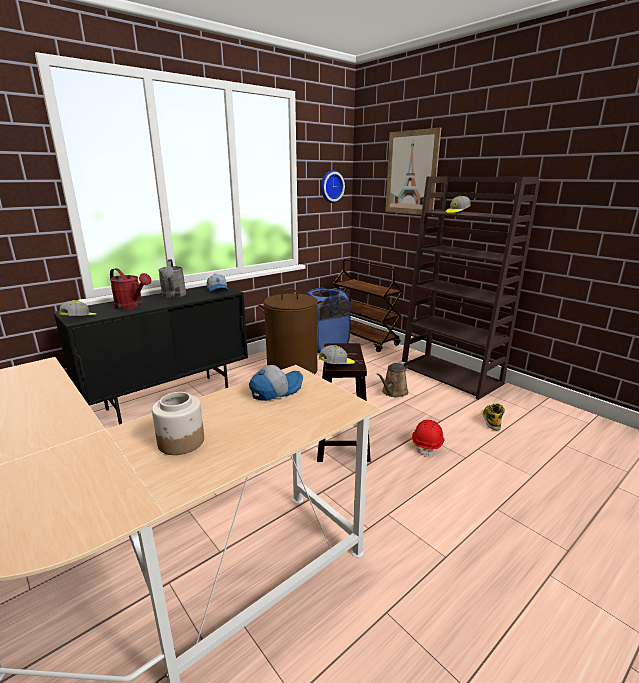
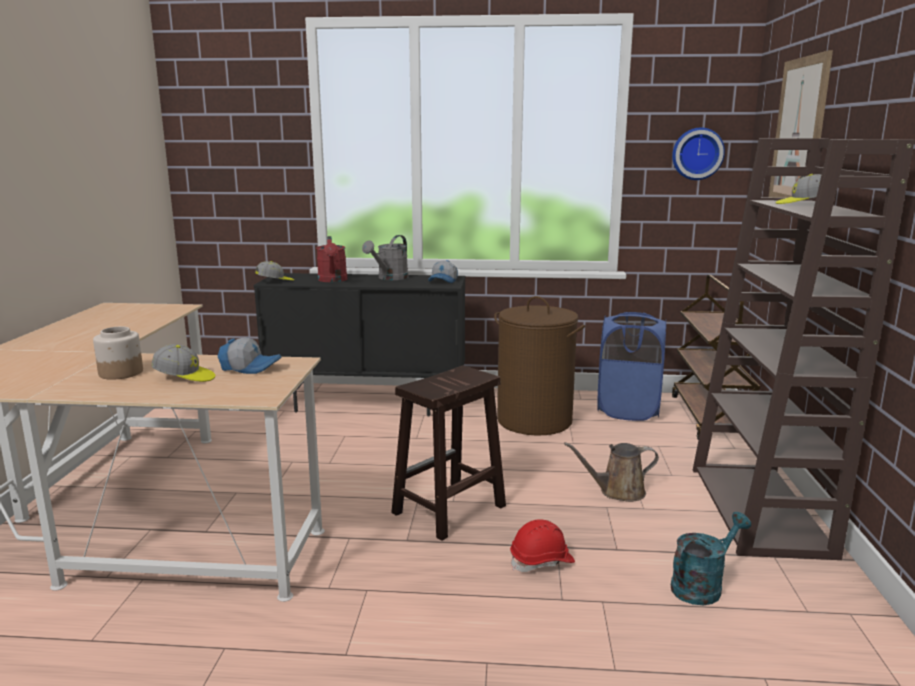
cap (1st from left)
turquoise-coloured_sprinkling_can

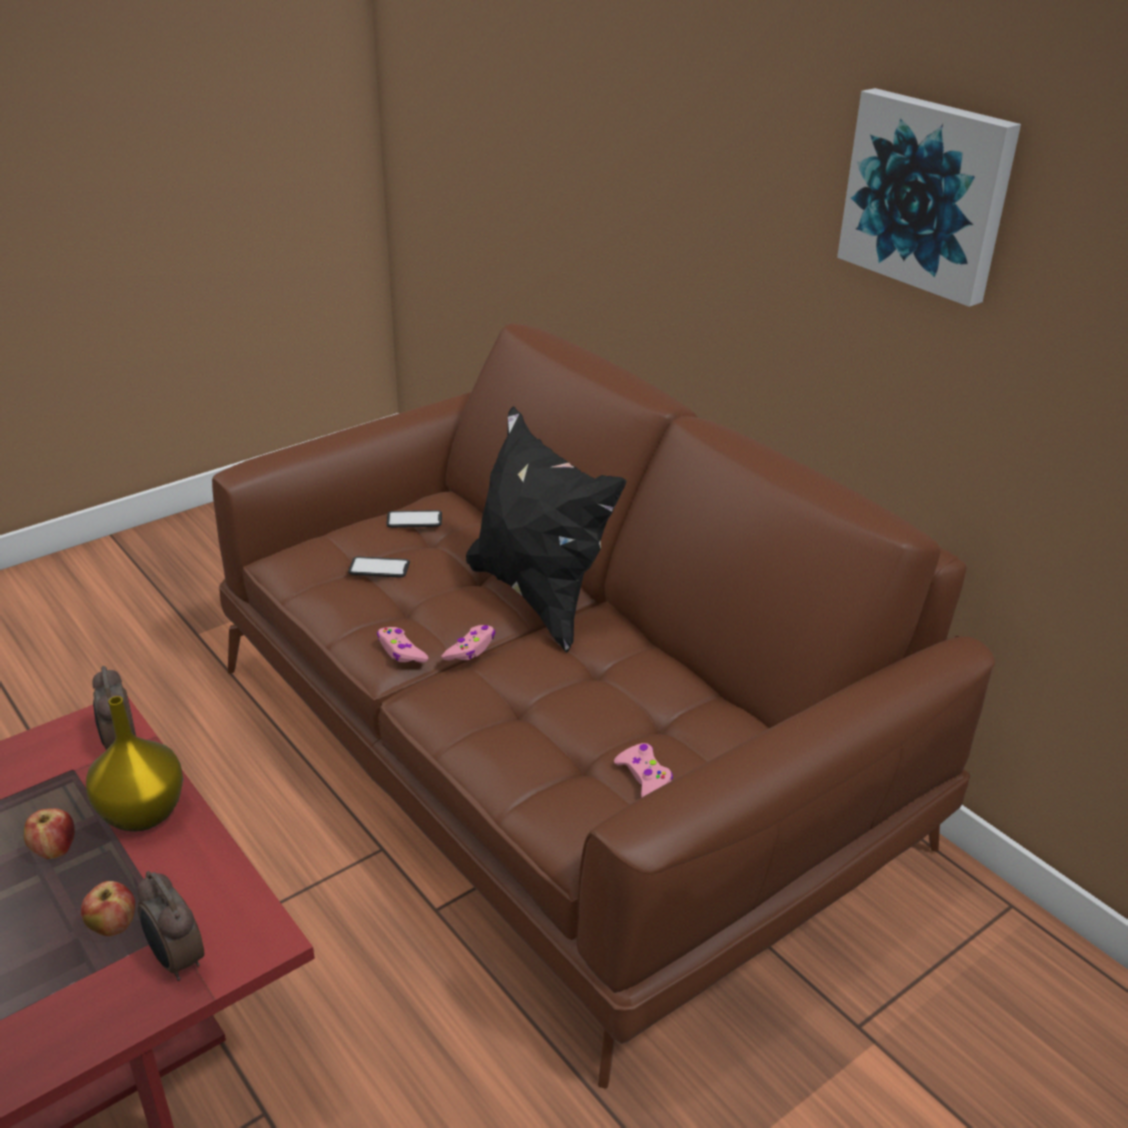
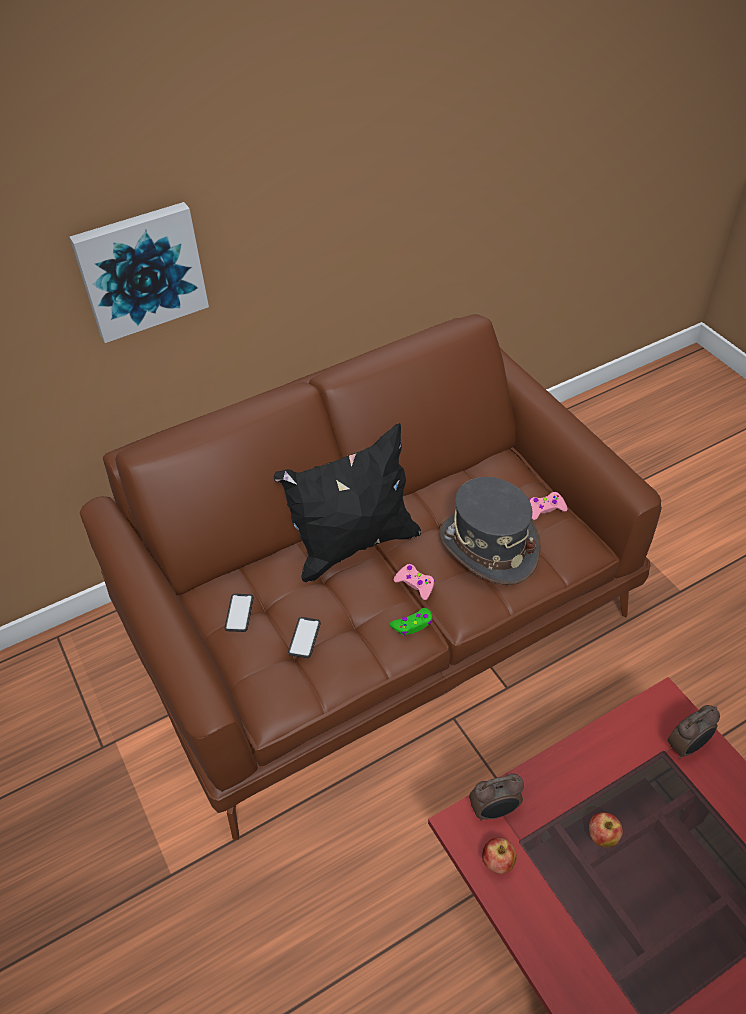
yellowish_flower_vase
greyish_clothing_hat
apple_fruit (1st from left)
wall_art
green_game_controller

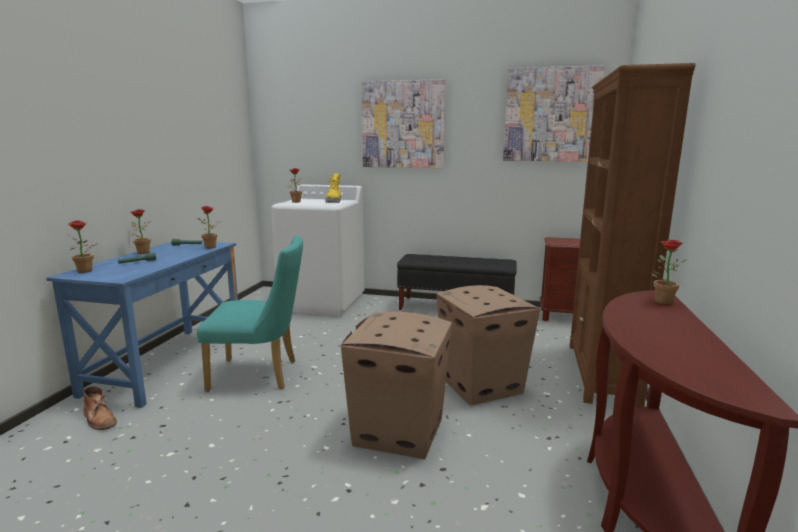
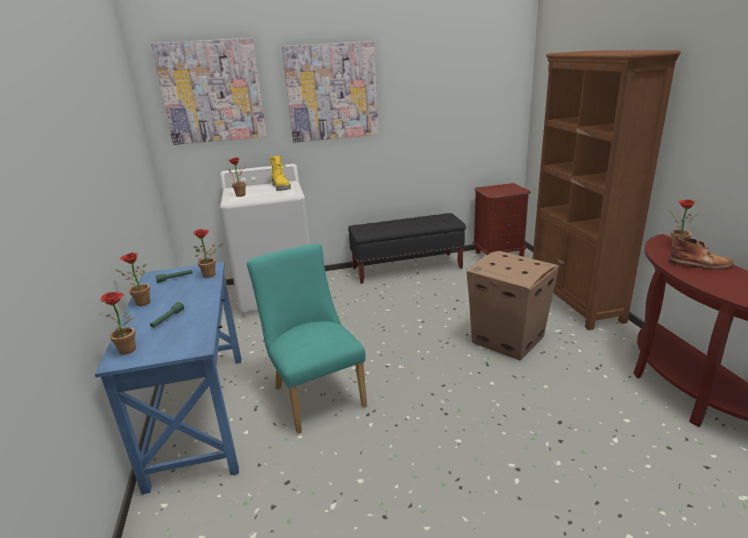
cardboard_box (1st from left in the first image)
brownish_high-top_boot
wall_art (1st from left)
turquoise-coloured_chair

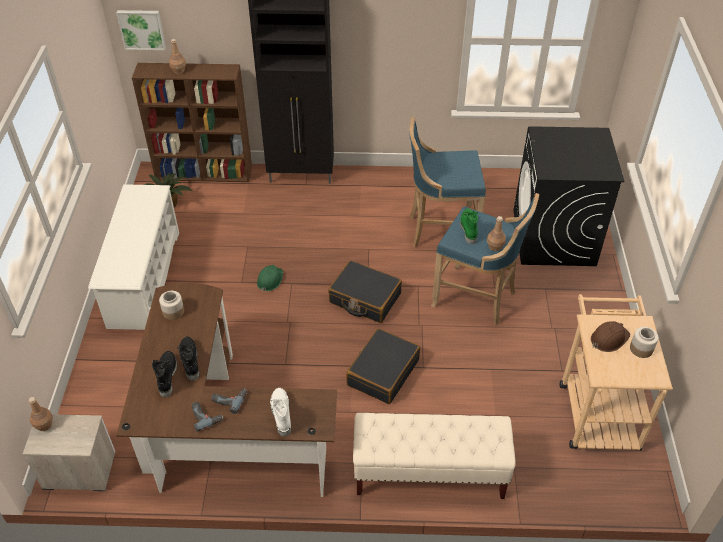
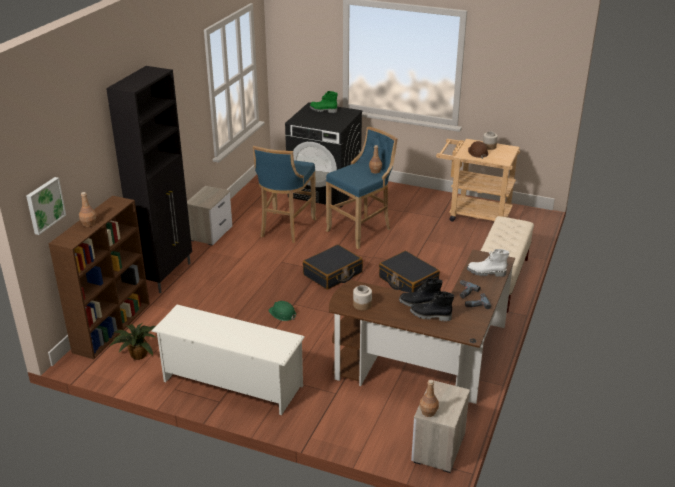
bedside_table (1st from left)
green_high-top_boot

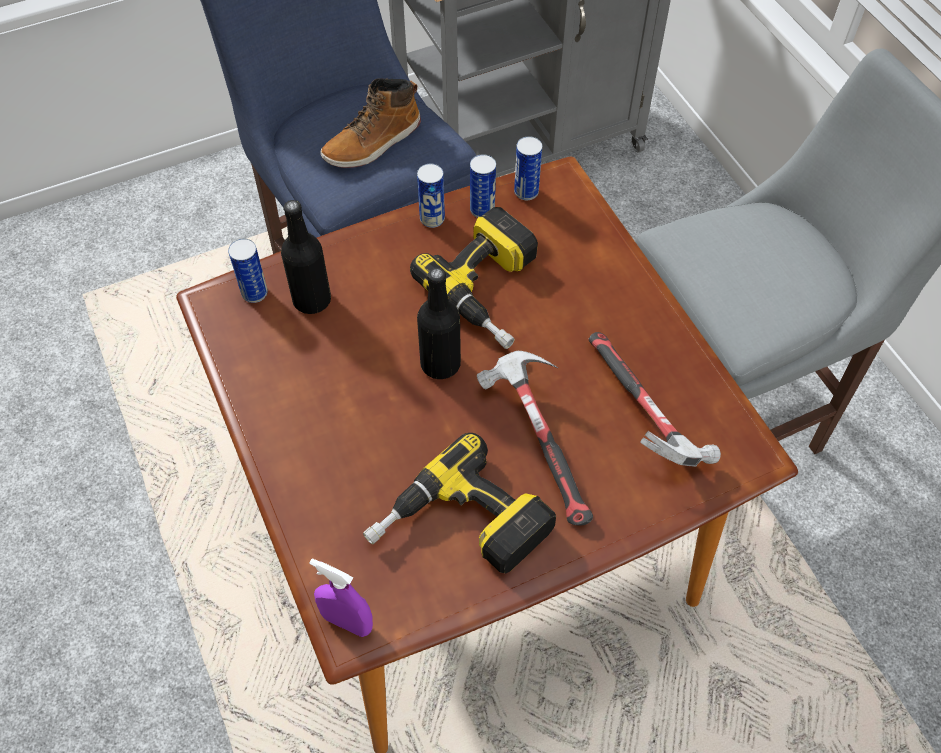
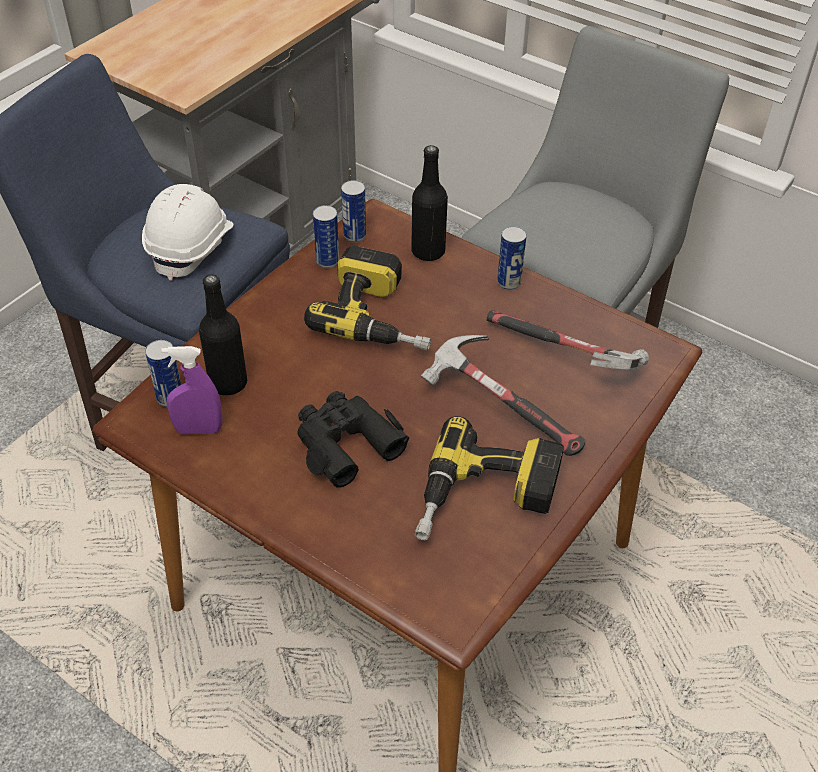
black-coloured_field_glasses
purple_hand_sprayer
can (4th from left)
black-coloured_beverage_bottle (2nd from left)
whitish_hard_hat

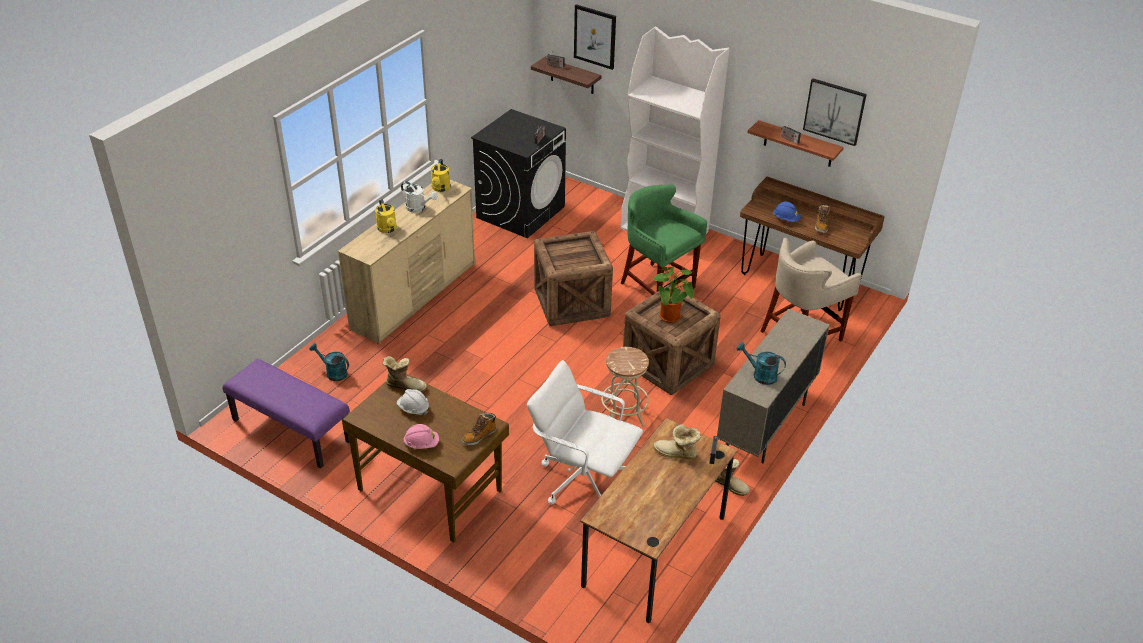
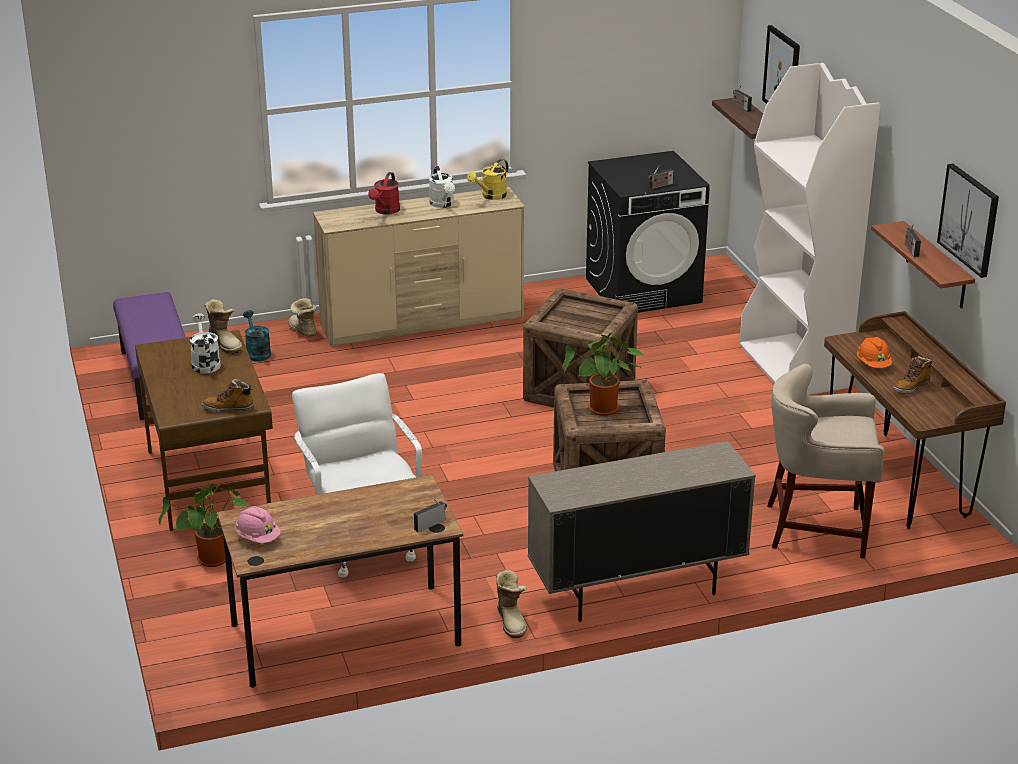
beige-coloured_sitting_stool (1st from left in the first image)
green_sitting_stool
turquoise-coloured_sprinkling_can (2nd from left in the first image)
plant_in_a_pot (1st from left)
pinkish_hard_hat
high-top_boot (3rd from left)
whitish_sprinkling_can (1st from left)
reddish_sprinkling_can
orange-coloured_hard_hat

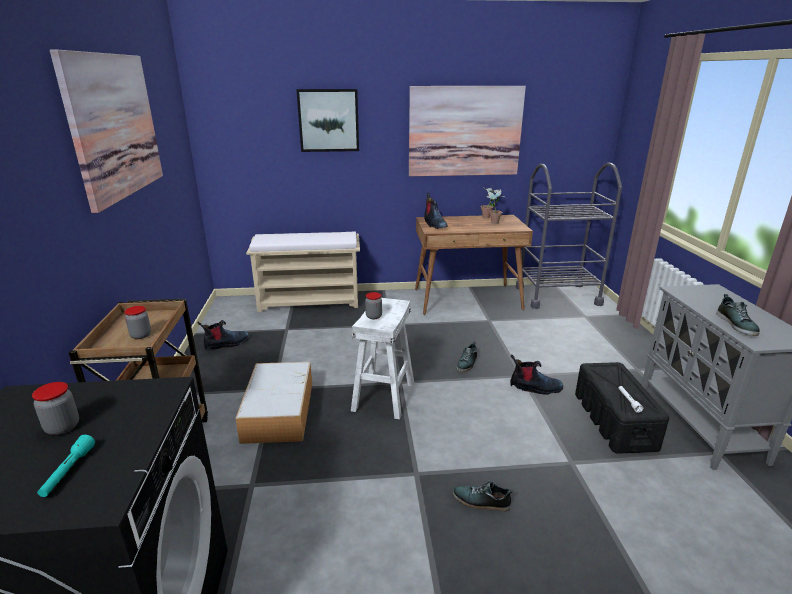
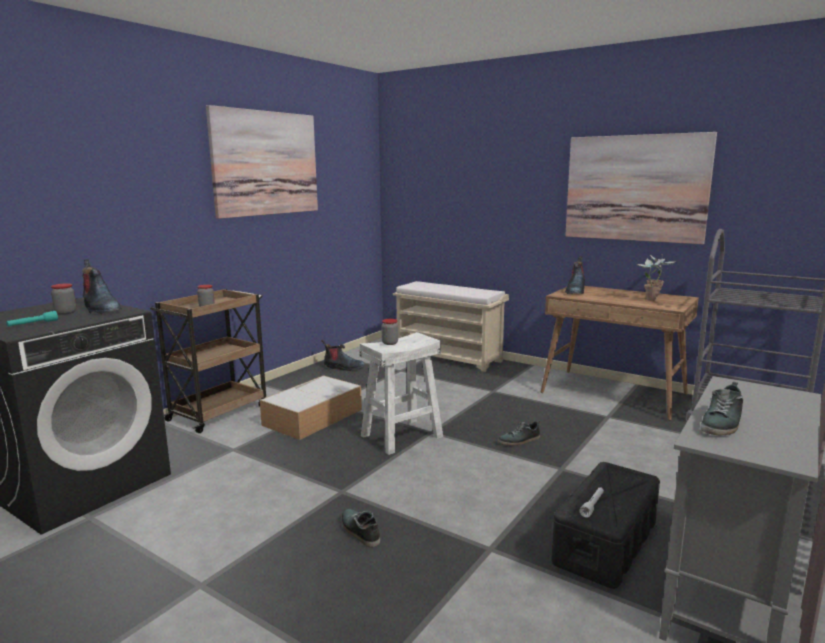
wall_art (2nd from left in the first image)
high-top_boot (1st from left)

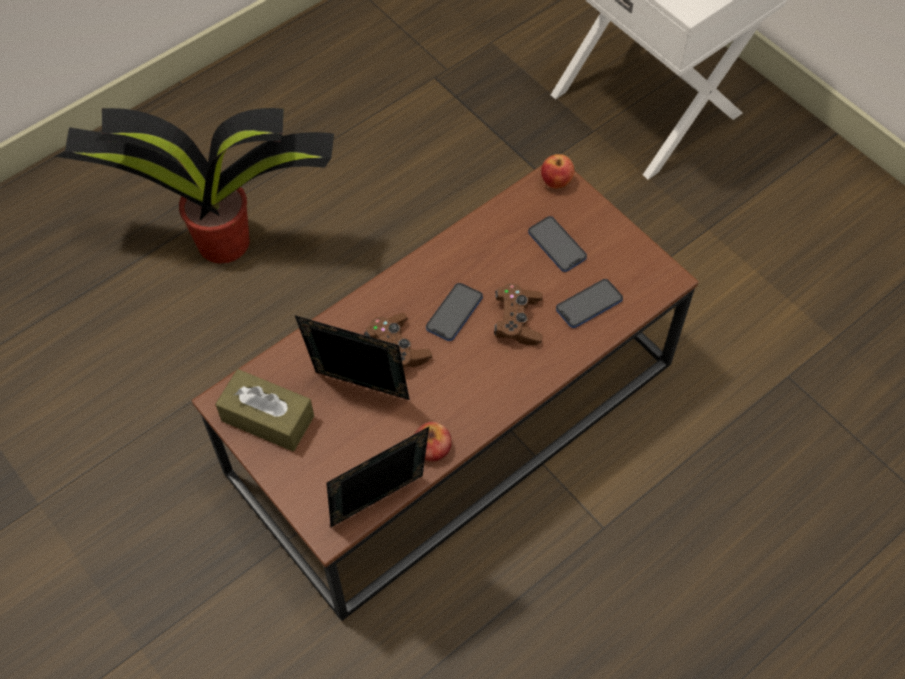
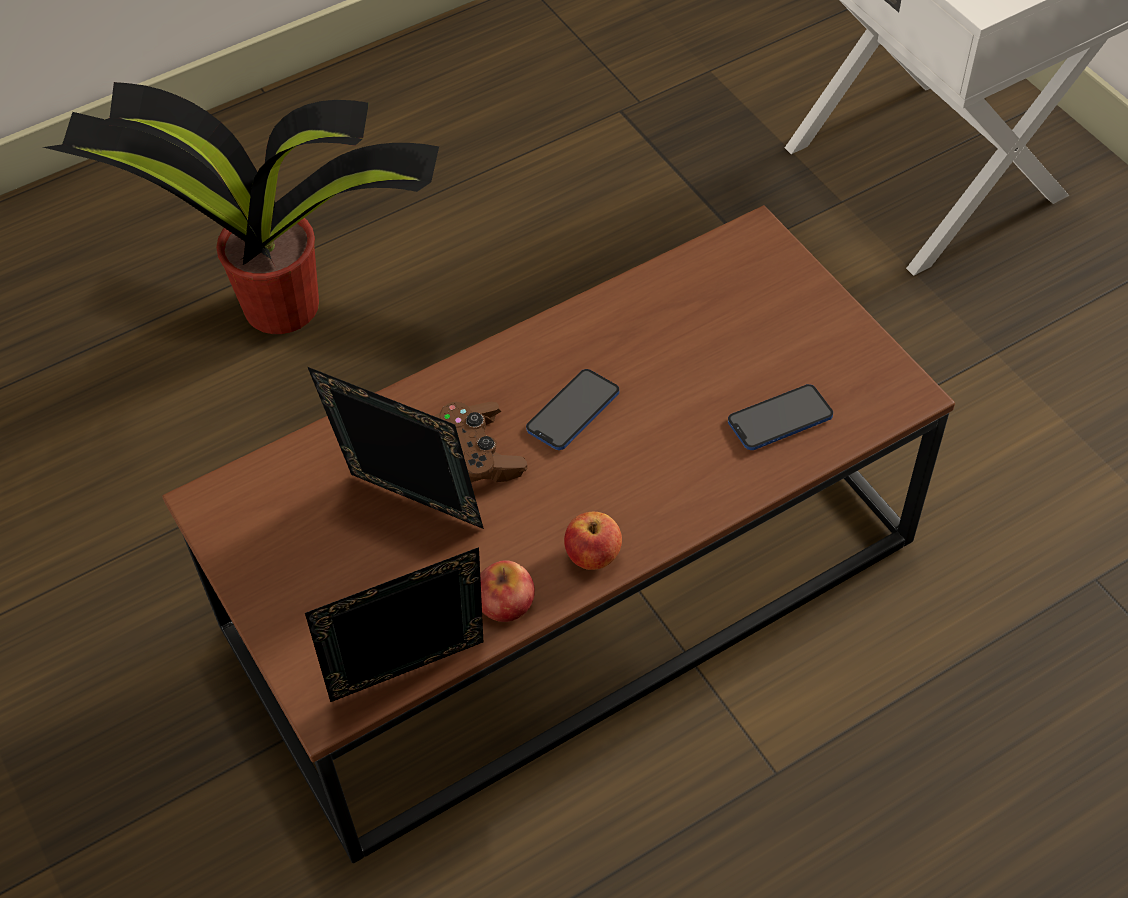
brownish_box_of_tissues
brownish_game_controller (2nd from left in the first image)
telephone (2nd from left in the first image)
apple_fruit (2nd from left)

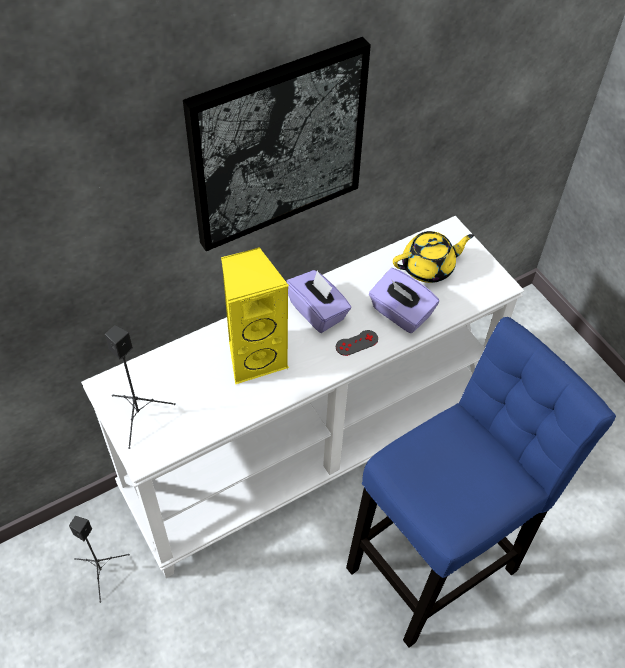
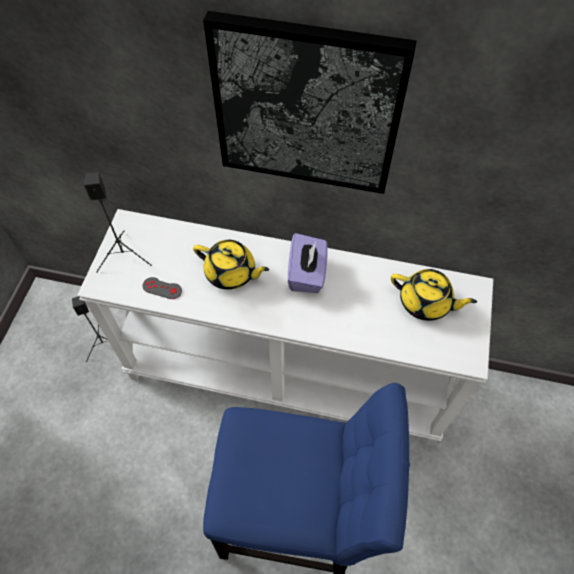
purple_box_of_tissues (2nd from left in the first image)
greyish_game_controller
yellowish_teapot (1st from left)

